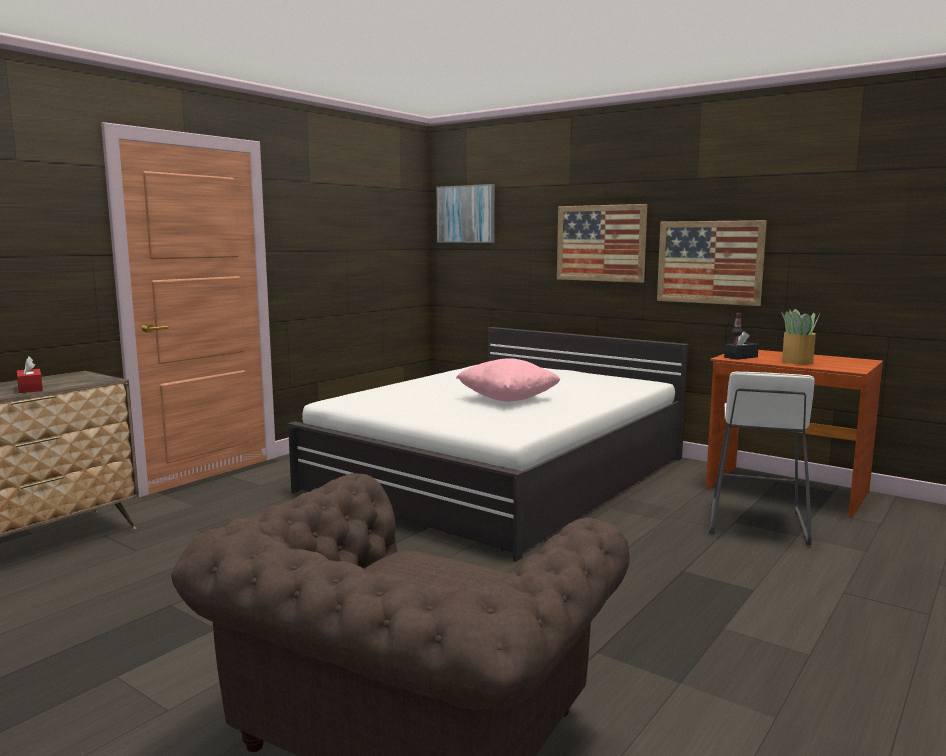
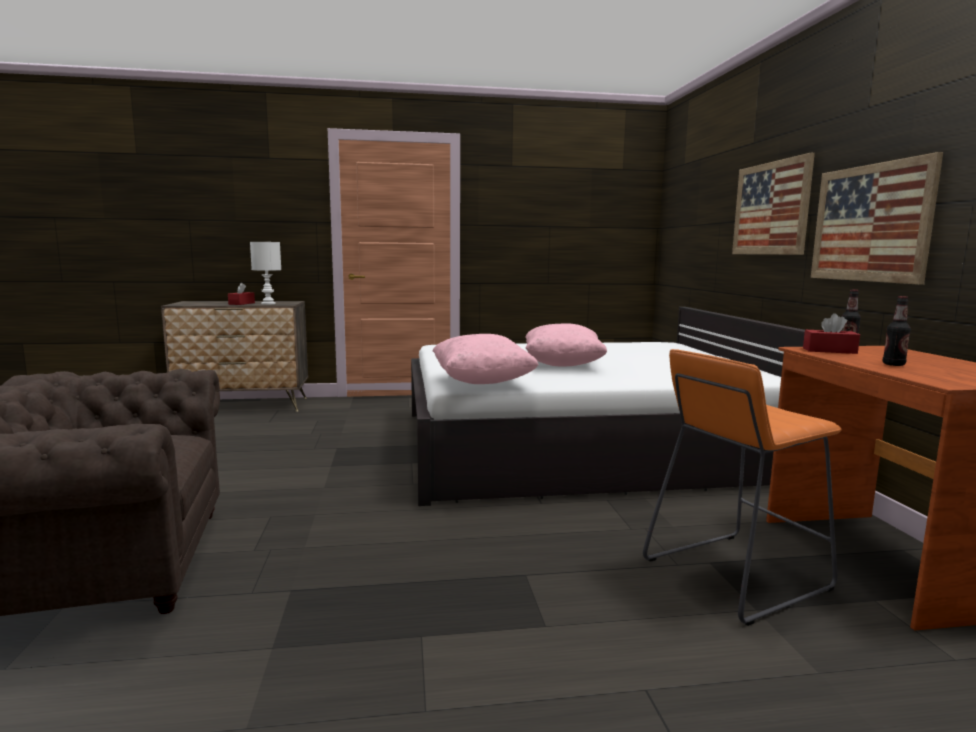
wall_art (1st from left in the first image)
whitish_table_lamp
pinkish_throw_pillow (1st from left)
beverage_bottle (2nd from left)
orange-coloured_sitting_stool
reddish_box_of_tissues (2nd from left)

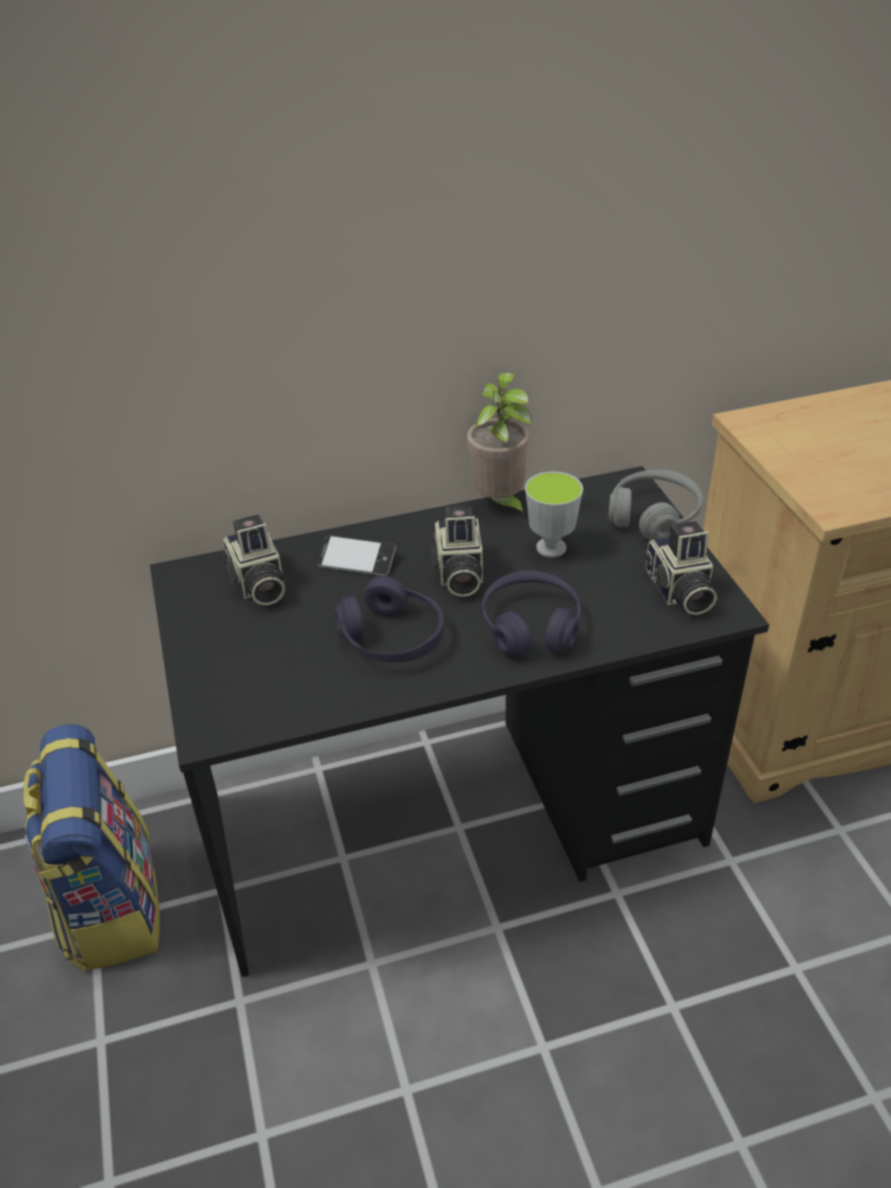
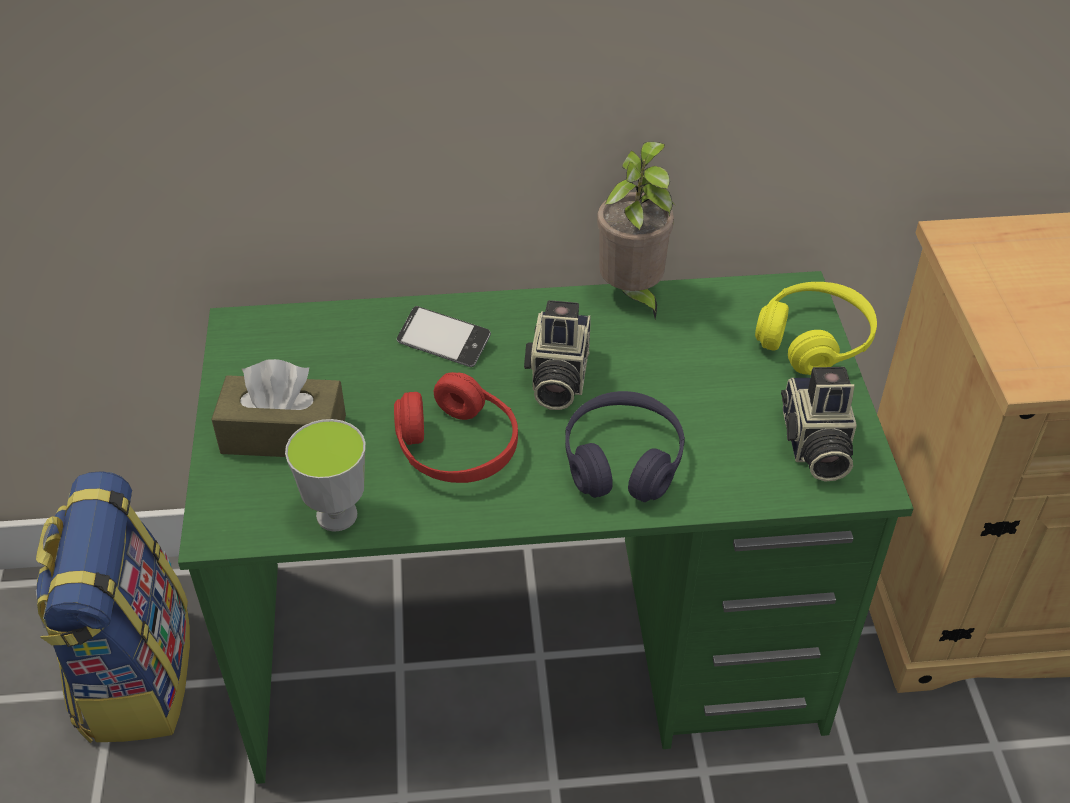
photo_camera (1st from left in the first image)
brownish_box_of_tissues
drinking_cup
green_desk_table
reddish_pair_of_headphones
yellowish_pair_of_headphones

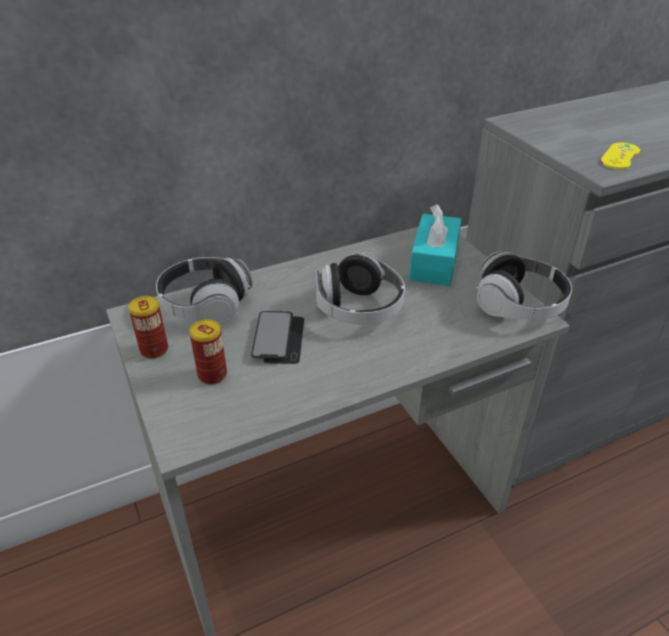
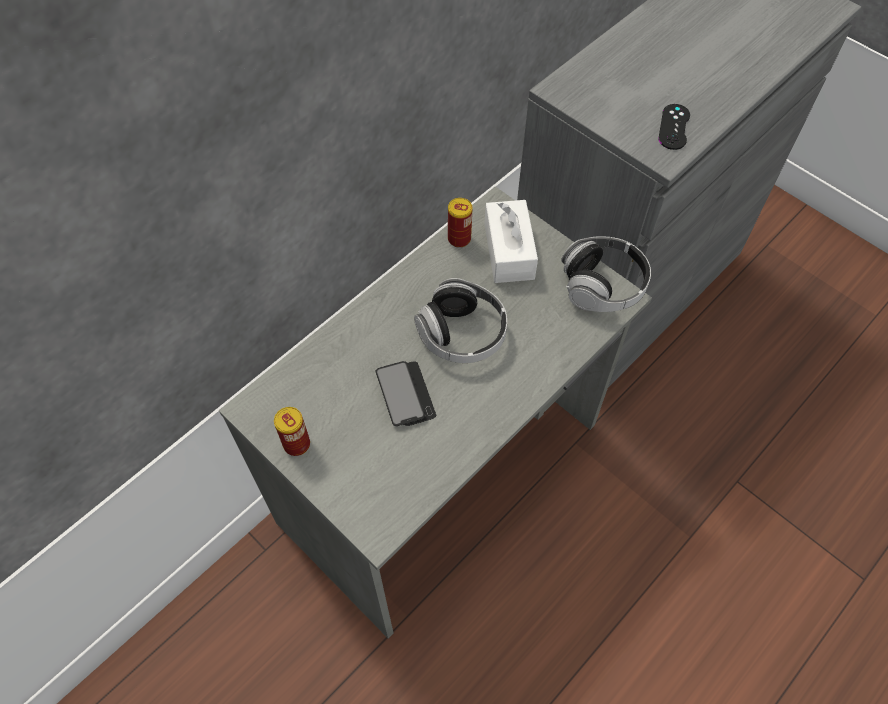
pair_of_headphones (1st from left in the first image)
can (2nd from left)
whitish_box_of_tissues
black-coloured_game_controller

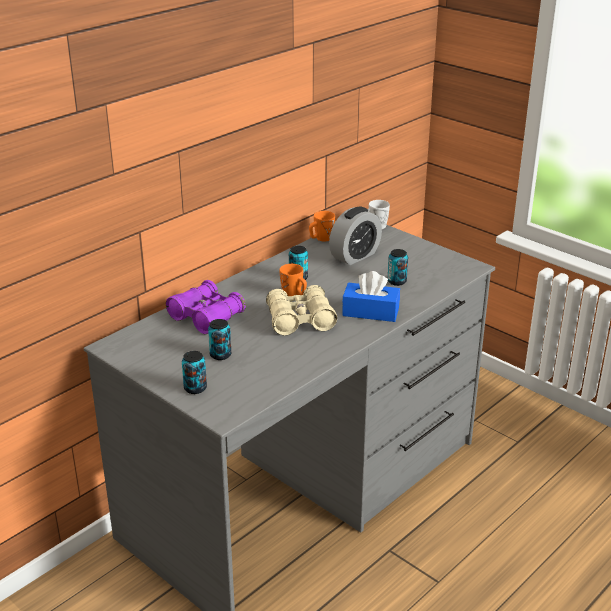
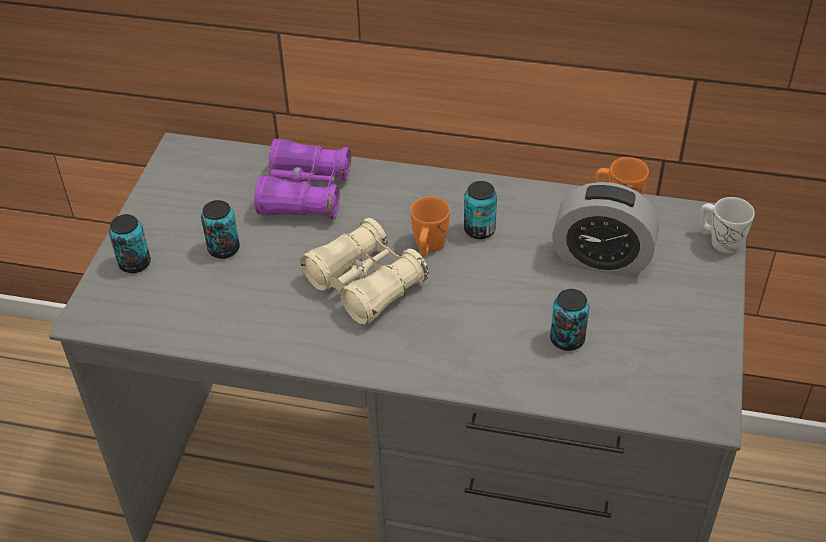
bluish_box_of_tissues

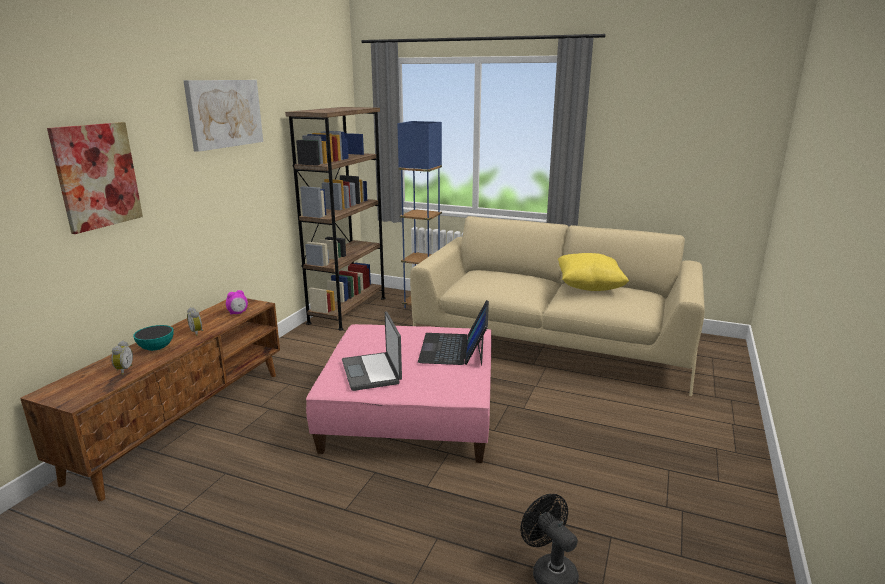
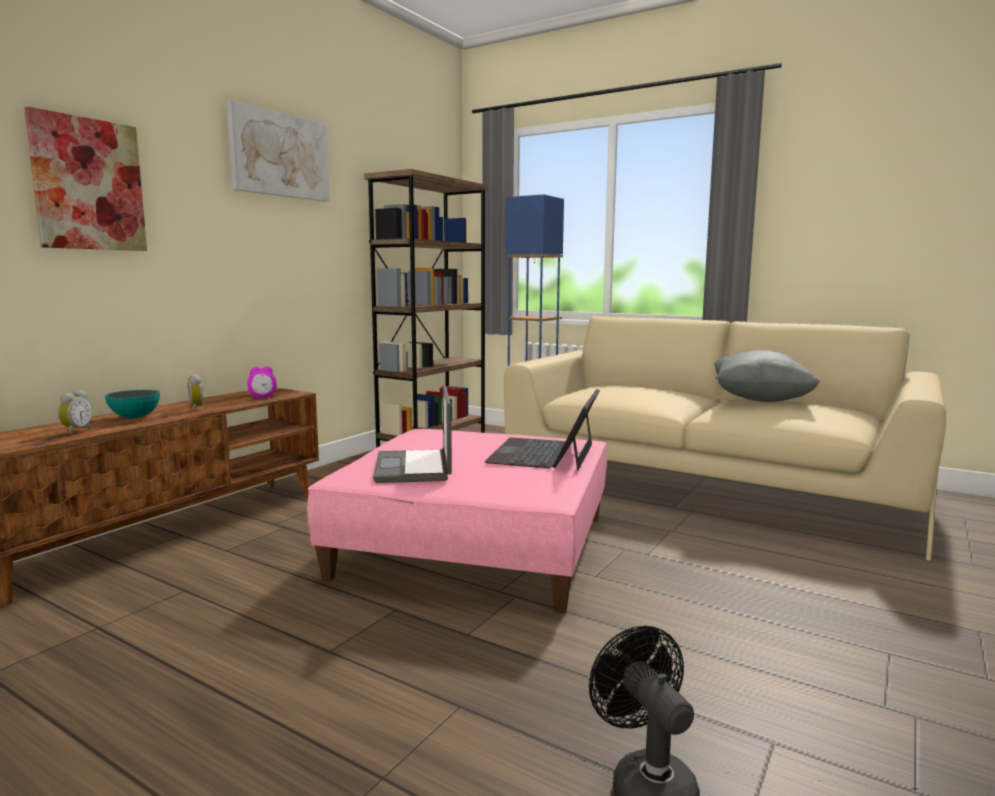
greyish_throw_pillow

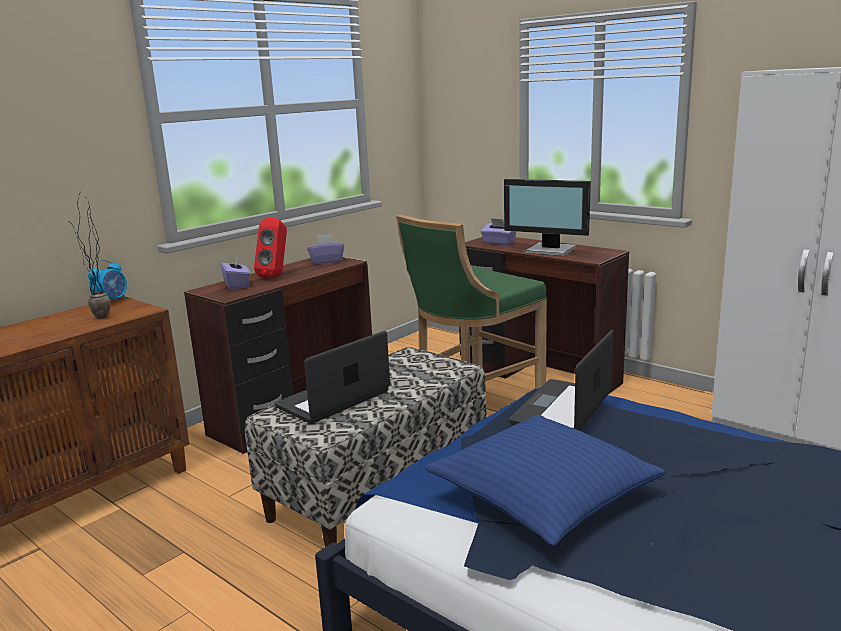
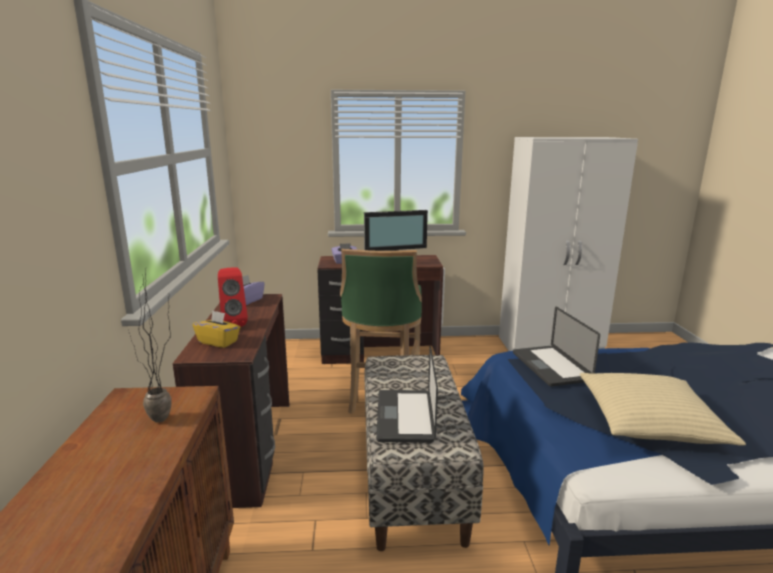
table_clock
yellowish_box_of_tissues
beige-coloured_throw_pillow

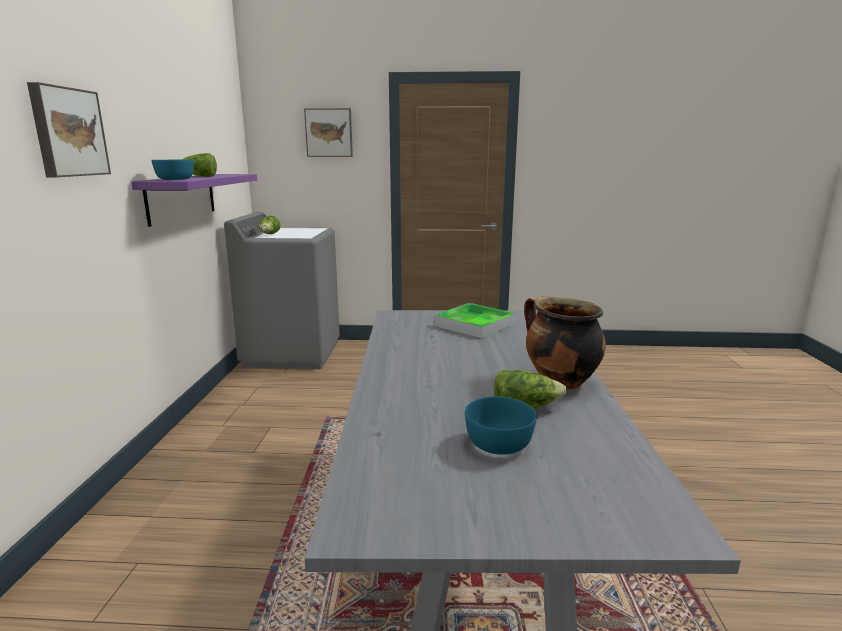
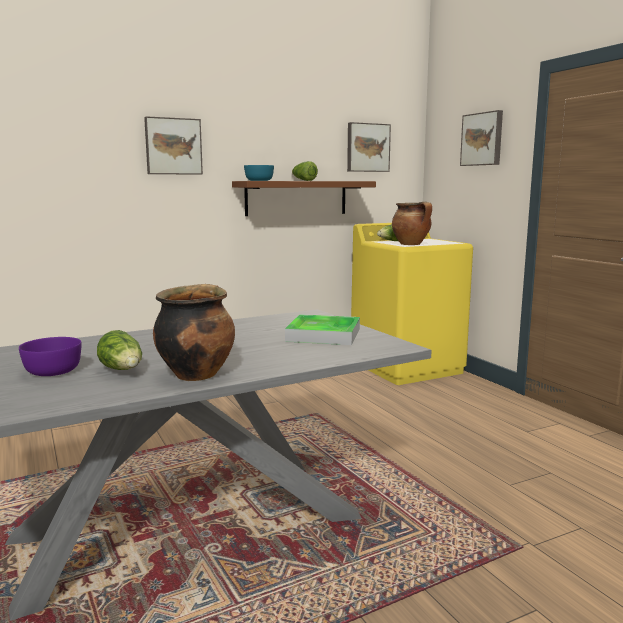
wall_art (2nd from left)
stockpot (2nd from left)
brownish_bracket_shelf
yellowish_laundry_appliance
purple_serving_bowl

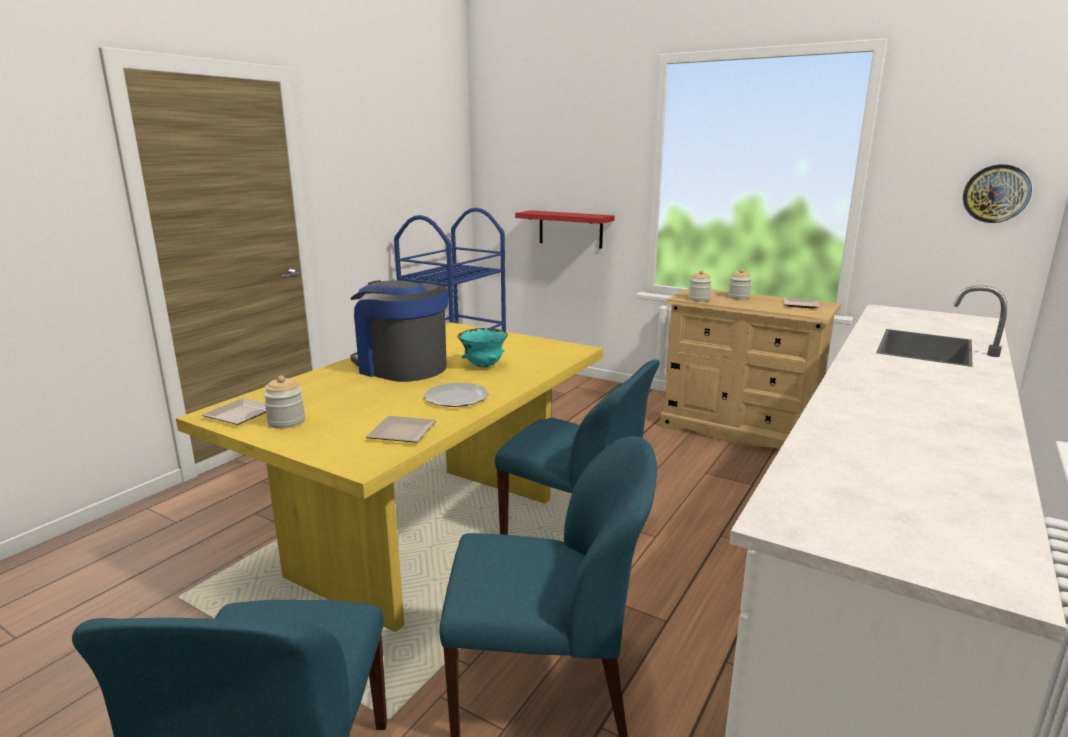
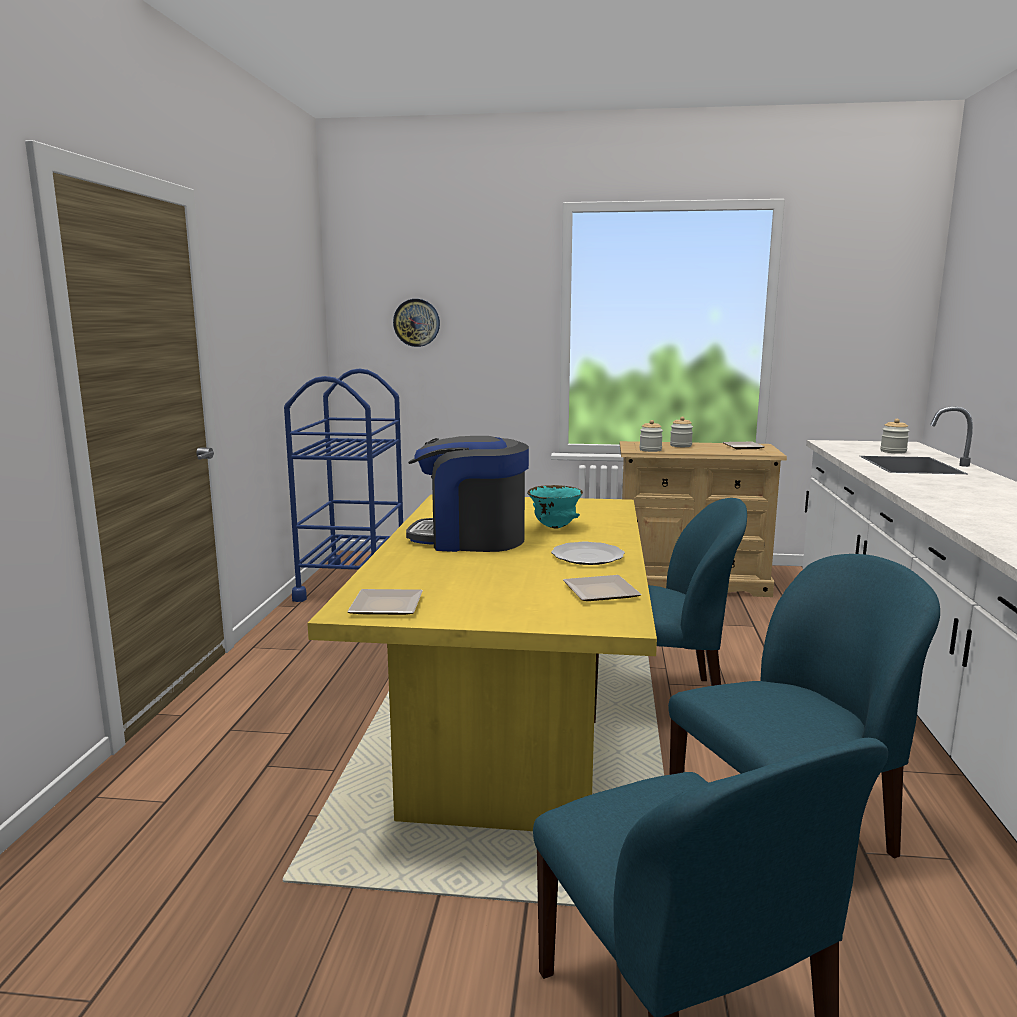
reddish_bracket_shelf
jar (3rd from left)
wall_clock

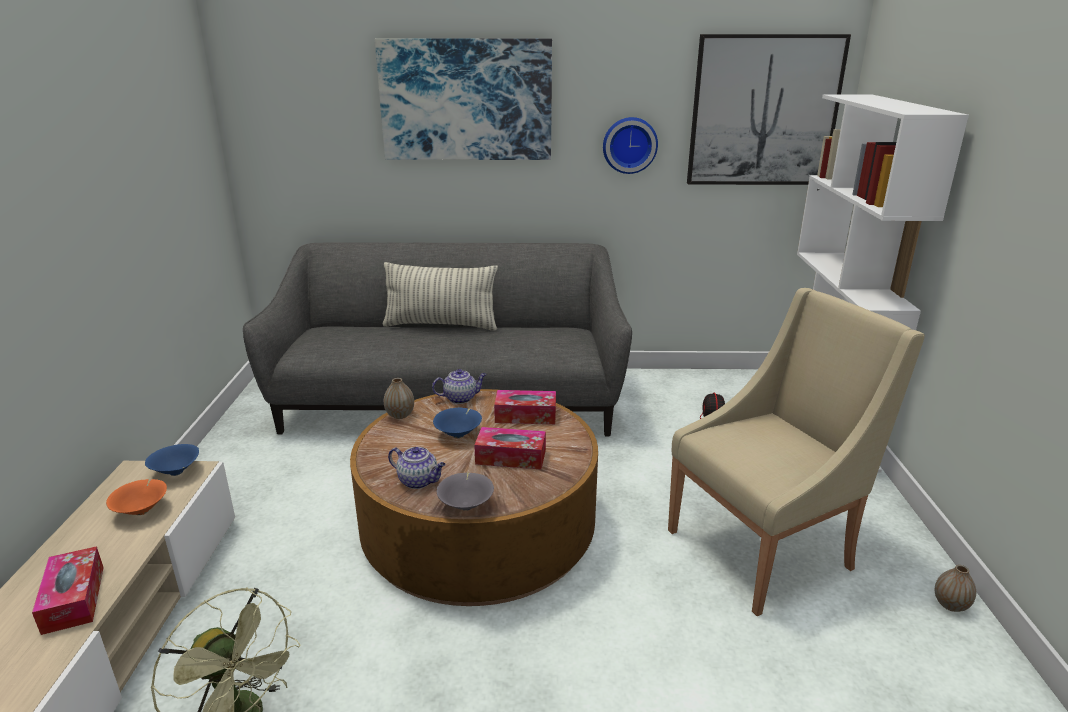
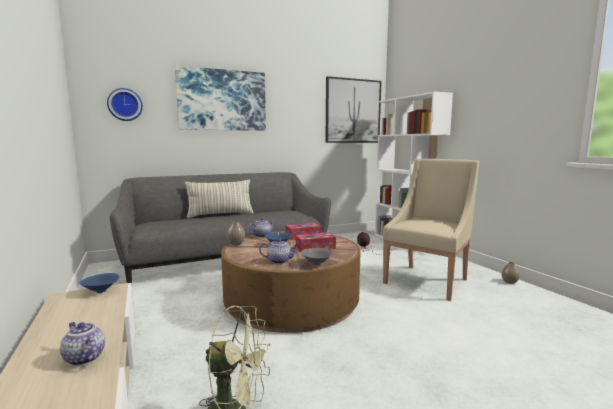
orange-coloured_serving_bowl
wall_clock
teapot (1st from left)

